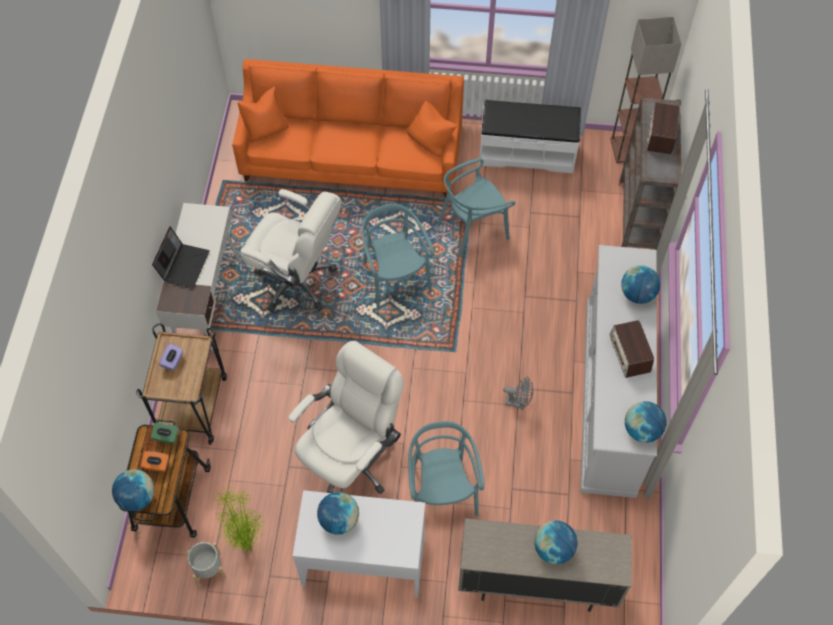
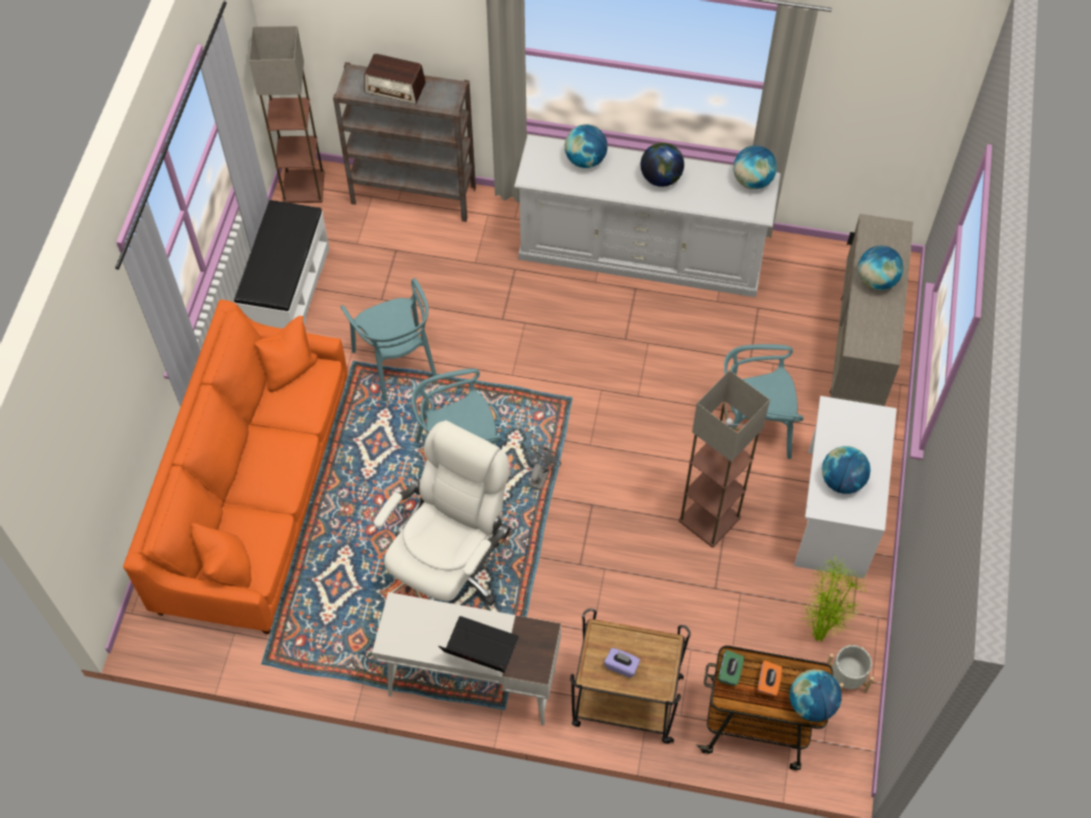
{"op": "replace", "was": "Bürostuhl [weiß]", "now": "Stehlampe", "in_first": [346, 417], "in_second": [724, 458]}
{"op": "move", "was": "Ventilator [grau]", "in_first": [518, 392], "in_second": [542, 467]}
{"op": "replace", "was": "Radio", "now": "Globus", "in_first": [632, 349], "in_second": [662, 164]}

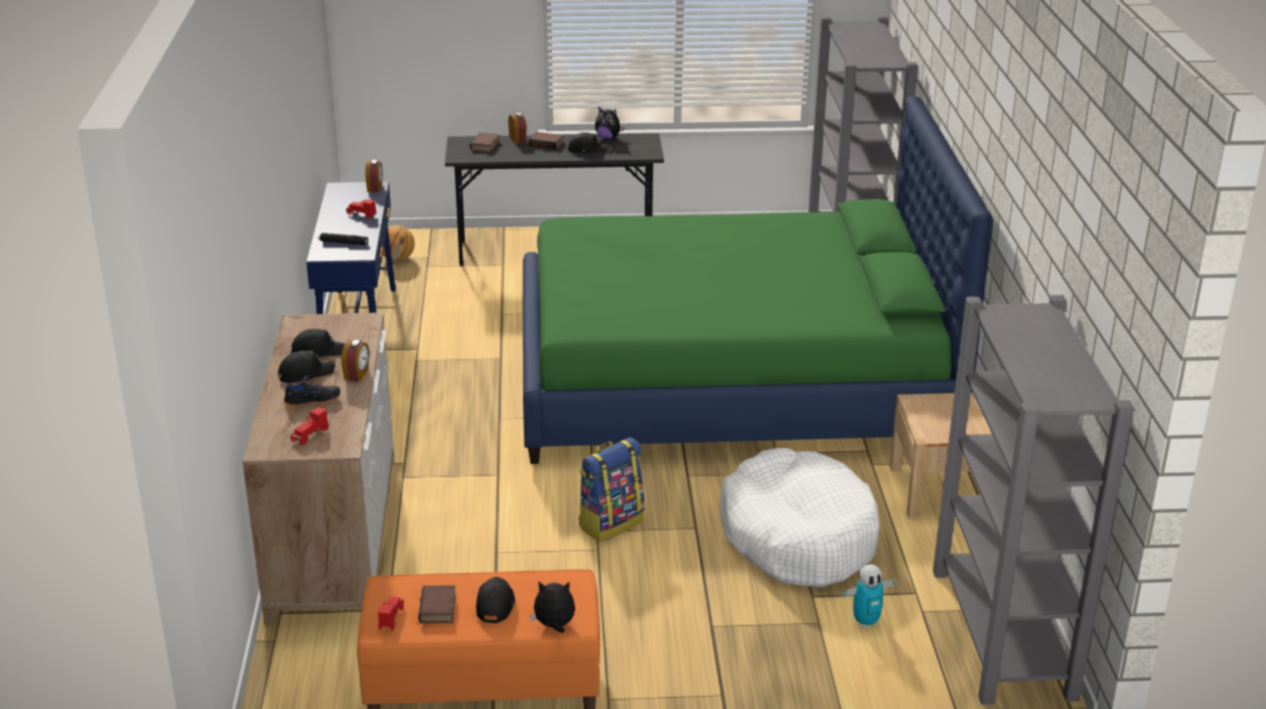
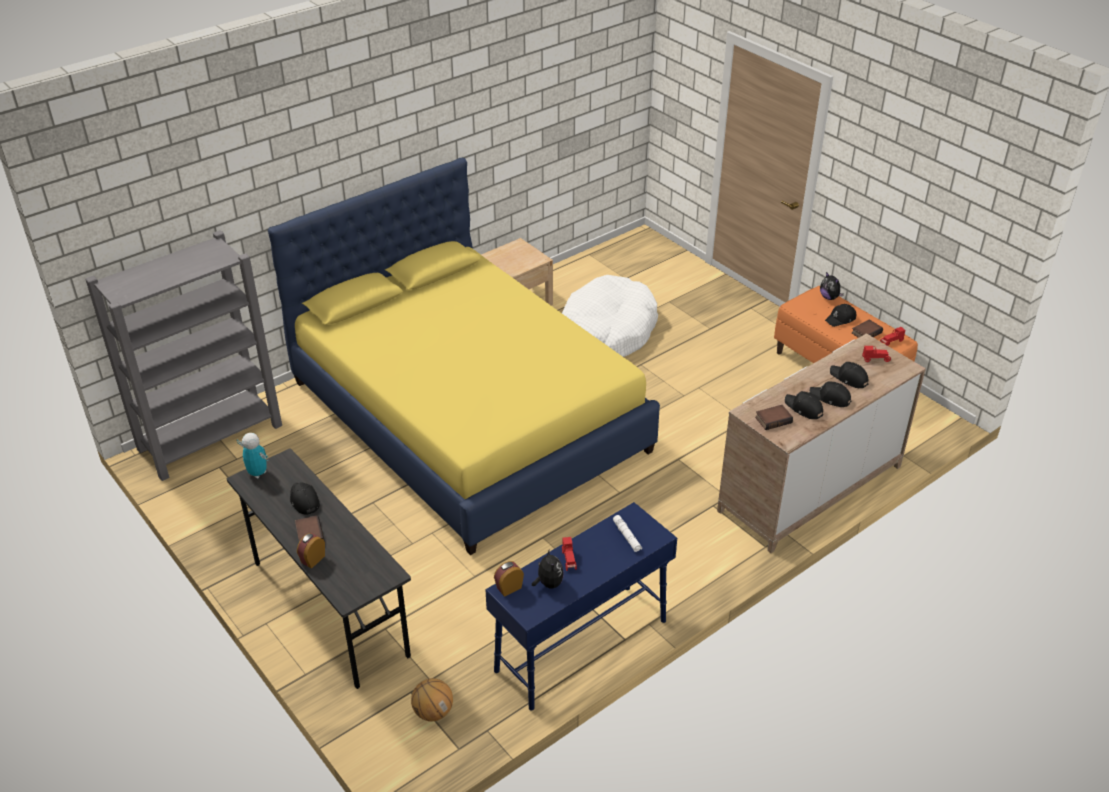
{"op": "replace", "was": "Schuh [schwarz]", "now": "Kappe [schwarz]", "in_first": [311, 394], "in_second": [849, 375]}
{"op": "recolor", "was": "Taschenlampe [schwarz]", "now": "Taschenlampe [weiß]", "in_first": [343, 239], "in_second": [627, 533]}
{"op": "delete", "was": "Wecker", "in_first": [355, 360]}
{"op": "move", "was": "Buch", "in_first": [485, 142], "in_second": [774, 417]}
{"op": "recolor", "was": "Bett [grün]", "now": "Bett [gelb]", "in_first": [758, 280], "in_second": [464, 356]}
{"op": "delete", "was": "Rucksack", "in_first": [611, 489]}
{"op": "move", "was": "Plüschtier", "in_first": [610, 123], "in_second": [548, 568]}
{"op": "move", "was": "Spielzeugroboter", "in_first": [869, 596], "in_second": [252, 455]}
{"op": "delete", "was": "Bücherregal [grau]", "in_first": [1033, 500]}

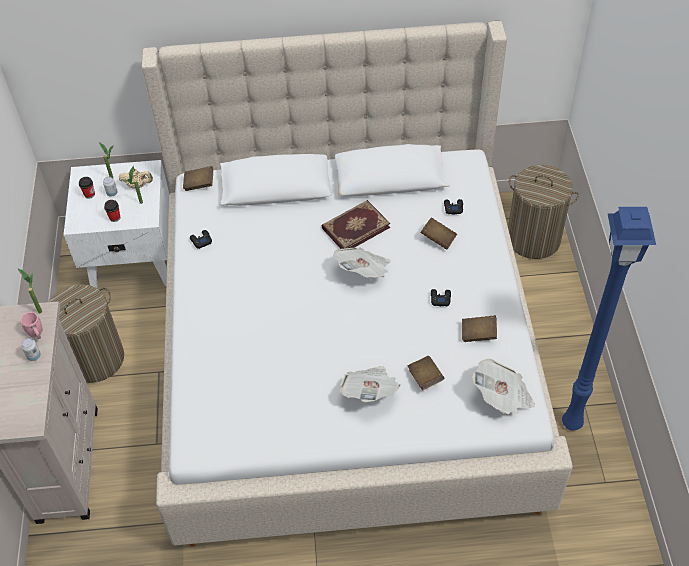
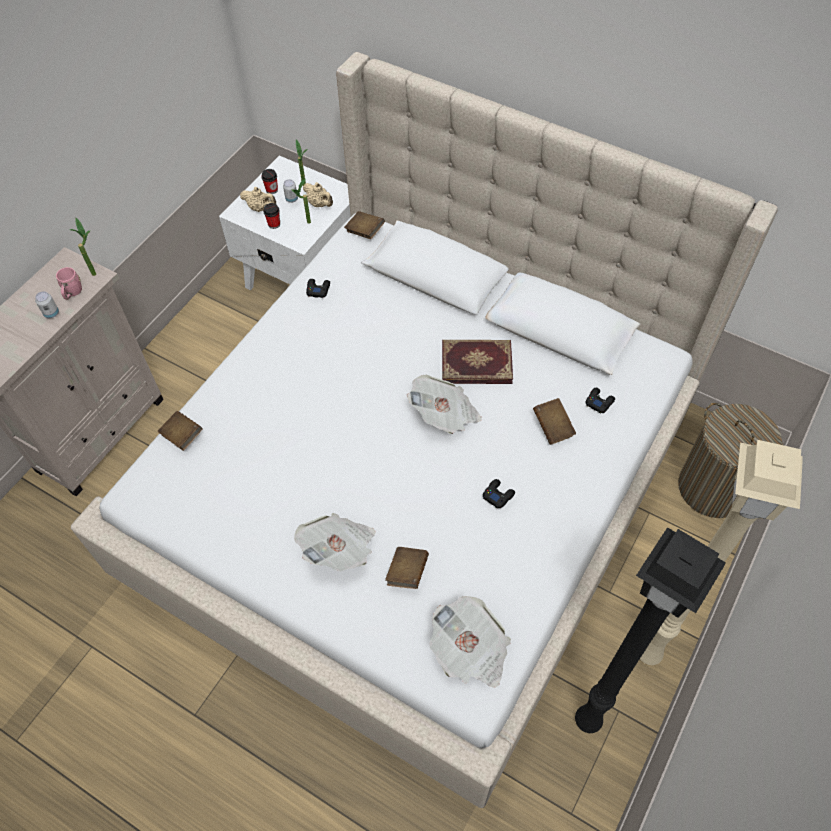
{"op": "delete", "was": "Wäschekorb", "in_first": [86, 333]}
{"op": "move", "was": "Buch [braun]", "in_first": [479, 328], "in_second": [180, 431]}
{"op": "recolor", "was": "Stehlampe [blau]", "now": "Stehlampe [schwarz]", "in_first": [609, 319], "in_second": [650, 630]}
{"op": "insert", "now": "Teekanne [beige]", "in_second": [258, 199]}
{"op": "insert", "now": "Stehlampe [beige]", "in_second": [721, 552]}

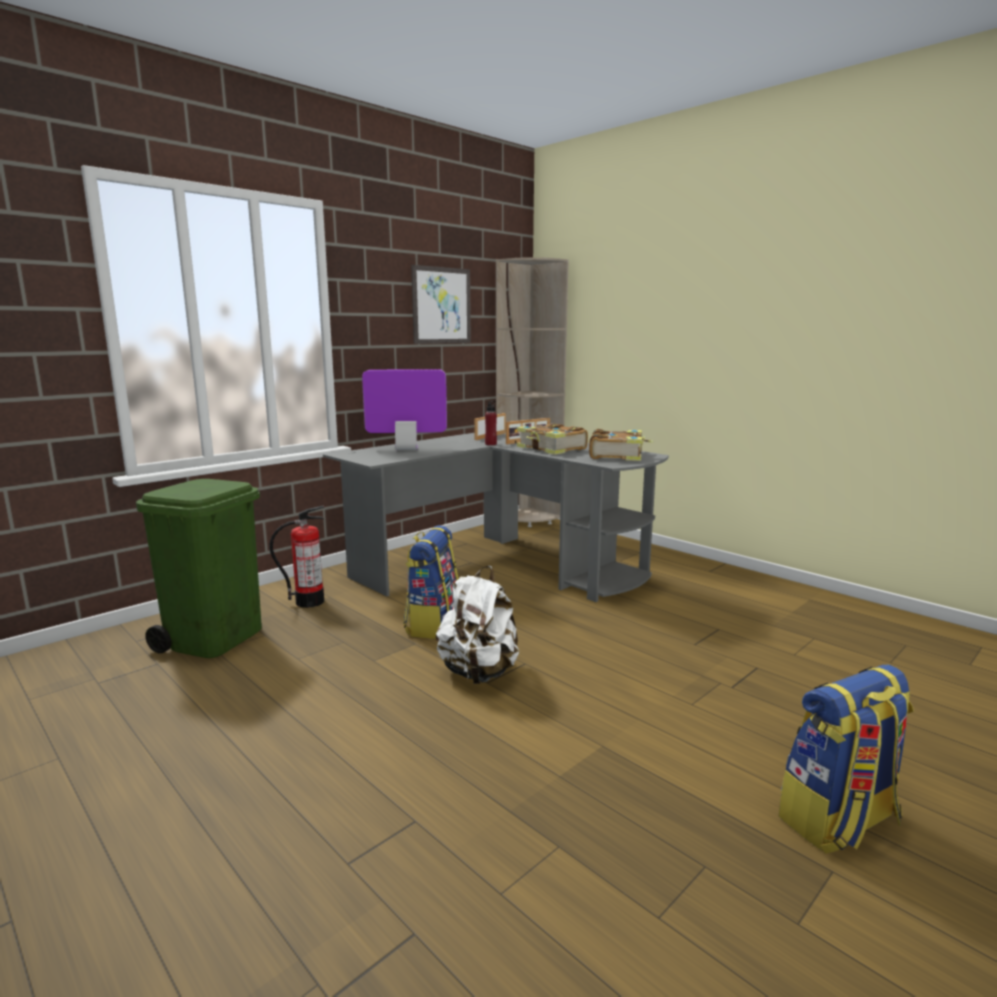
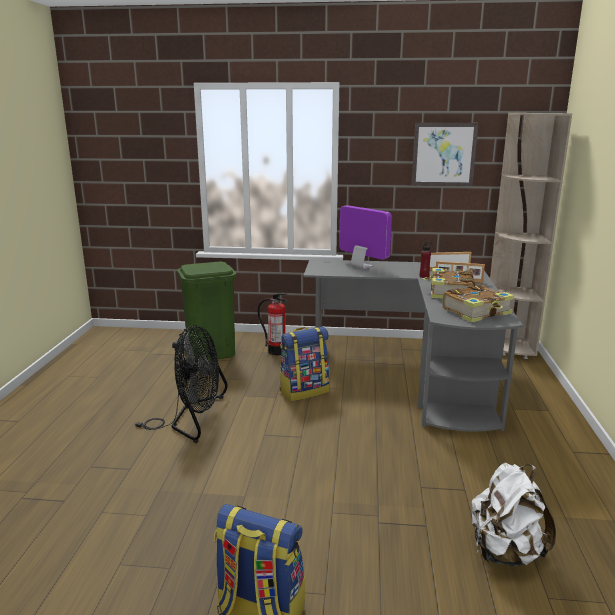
{"op": "move", "was": "Rucksack [weiß]", "in_first": [477, 625], "in_second": [514, 514]}
{"op": "insert", "now": "Ventilator [schwarz]", "in_second": [181, 384]}

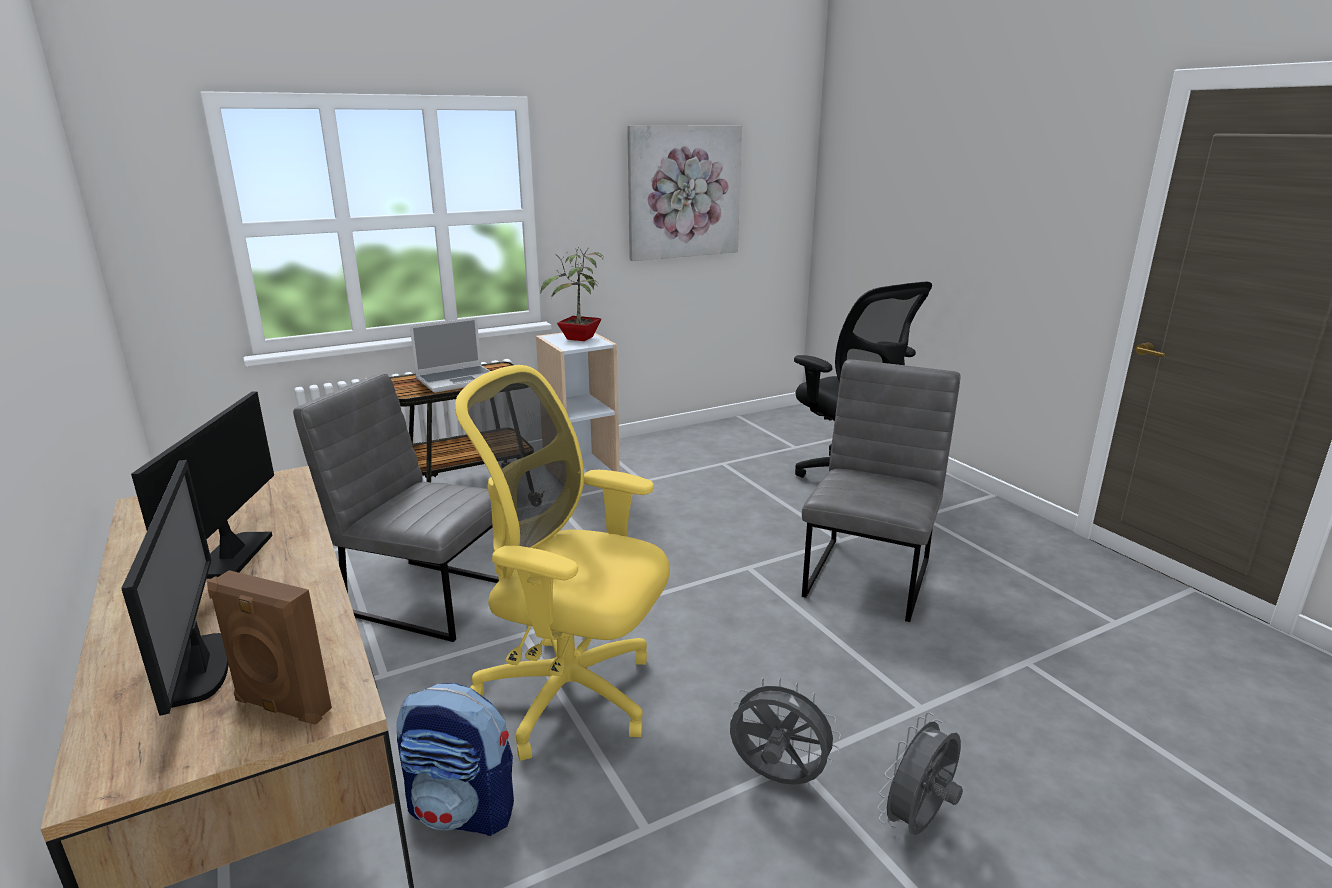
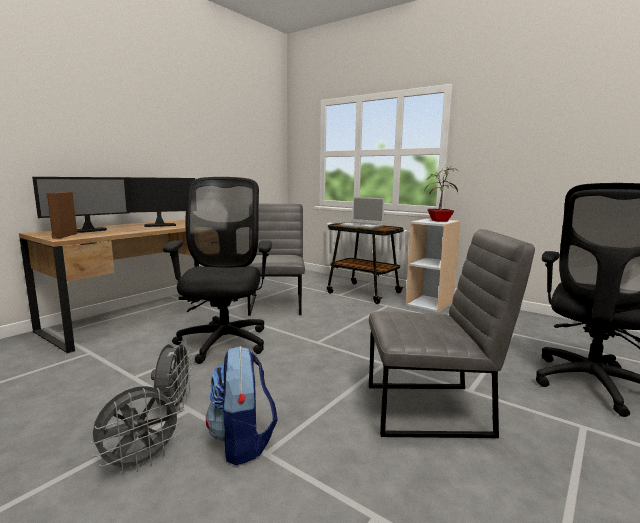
{"op": "move", "was": "Rucksack", "in_first": [455, 759], "in_second": [242, 405]}
{"op": "recolor", "was": "Bürostuhl [gelb]", "now": "Bürostuhl [schwarz]", "in_first": [562, 563], "in_second": [217, 270]}
{"op": "delete", "was": "Bild", "in_first": [684, 193]}
{"op": "rotate", "was": "Ventilator [grau]", "in_first": [920, 773], "in_second": [136, 430], "clockwise": 120}

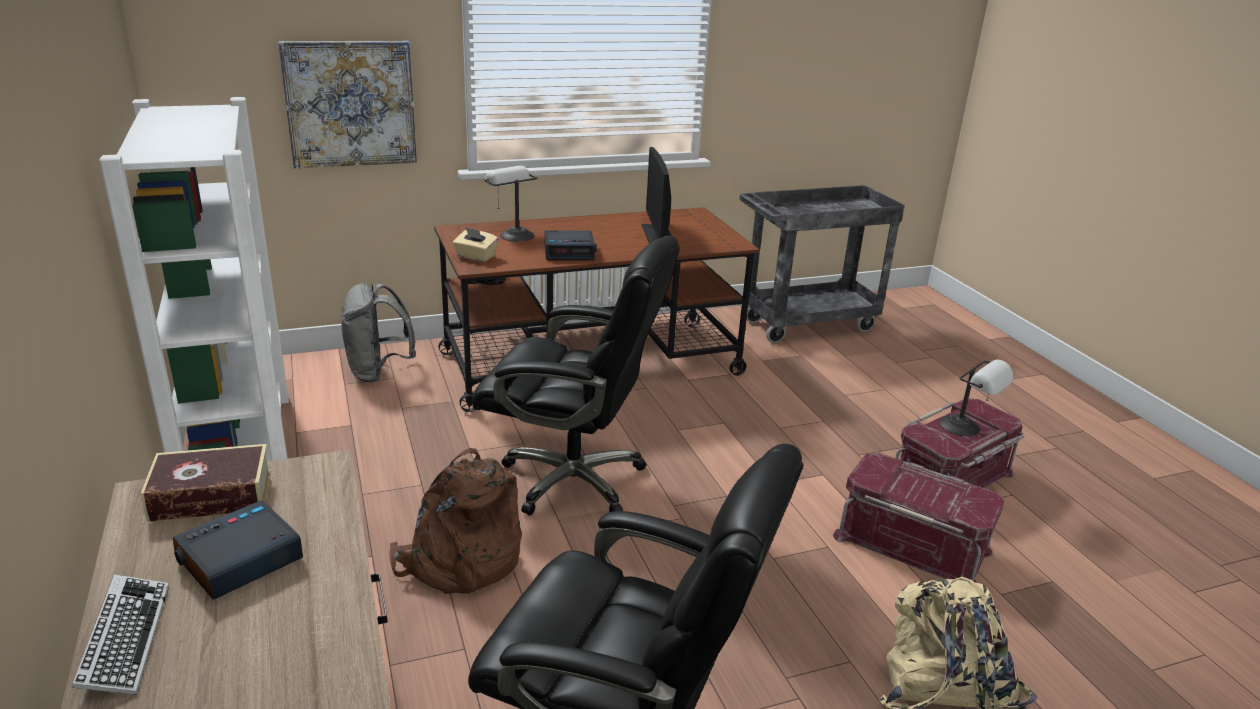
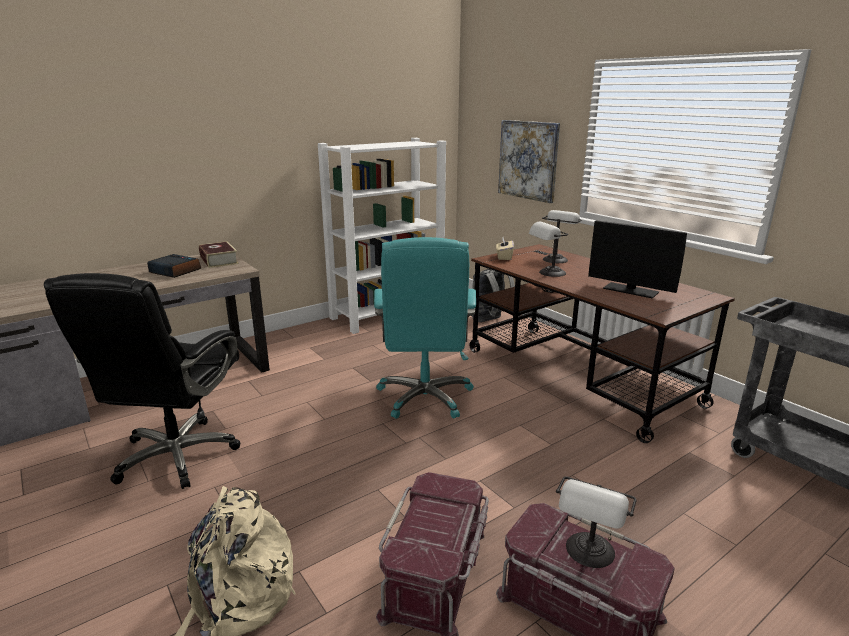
{"op": "delete", "was": "Tastatur", "in_first": [120, 634]}
{"op": "delete", "was": "Rucksack [braun]", "in_first": [456, 521]}
{"op": "recolor", "was": "Bürostuhl [schwarz]", "now": "Bürostuhl [türkis]", "in_first": [576, 376], "in_second": [425, 328]}
{"op": "replace", "was": "Wecker", "now": "Tischlampe", "in_first": [570, 245], "in_second": [548, 249]}
{"op": "rotate", "was": "Monitor", "in_first": [657, 195], "in_second": [637, 259], "clockwise": -120}

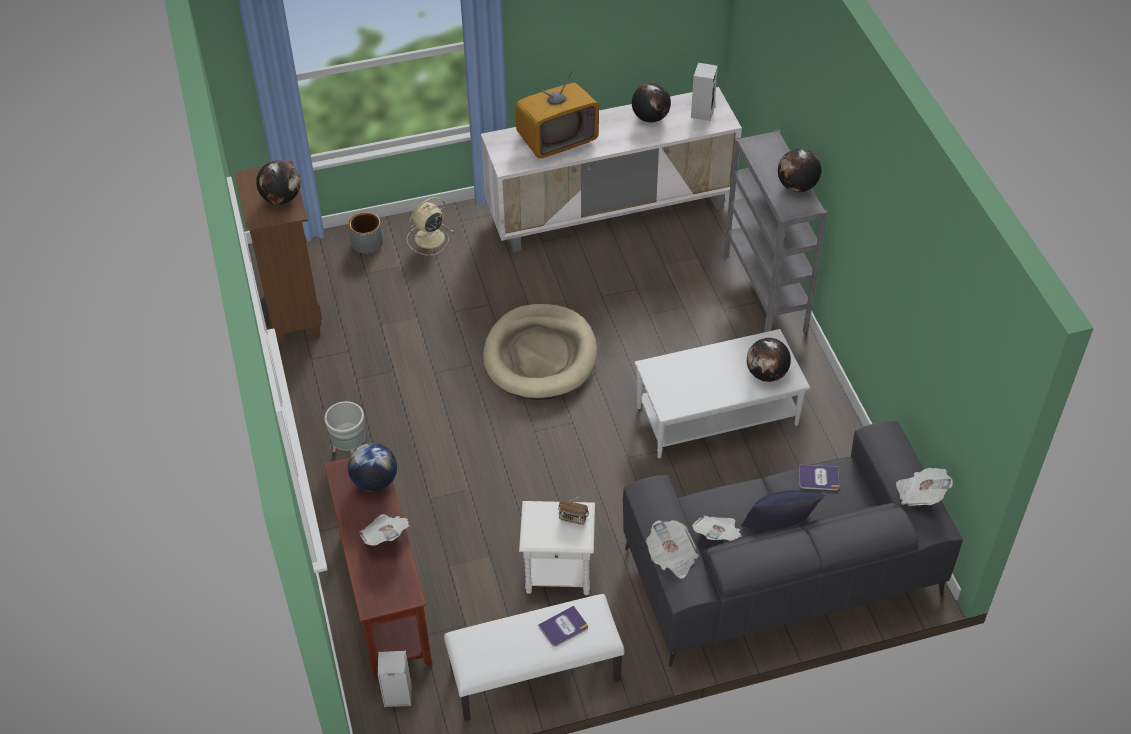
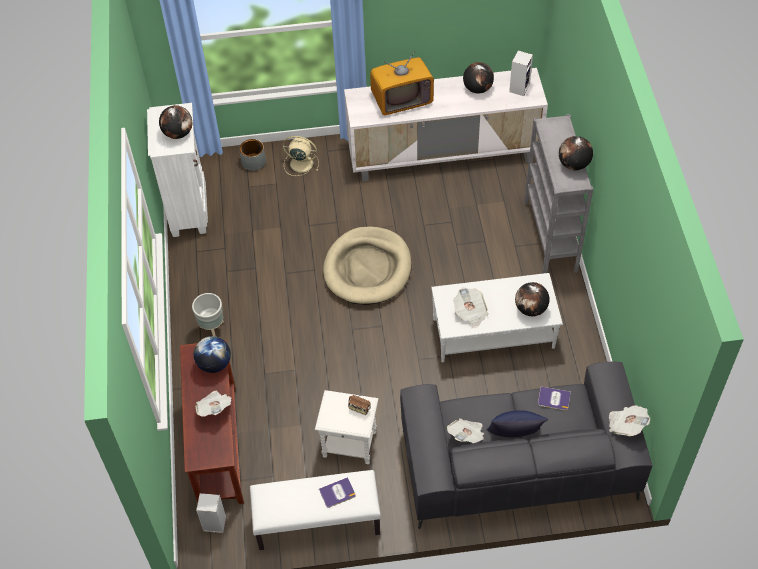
{"op": "recolor", "was": "Schrank [braun]", "now": "Schrank [weiß]", "in_first": [278, 252], "in_second": [177, 170]}
{"op": "rotate", "was": "Ventilator [beige]", "in_first": [430, 226], "in_second": [301, 156], "clockwise": 45}
{"op": "move", "was": "Zeitung", "in_first": [672, 549], "in_second": [471, 307]}

